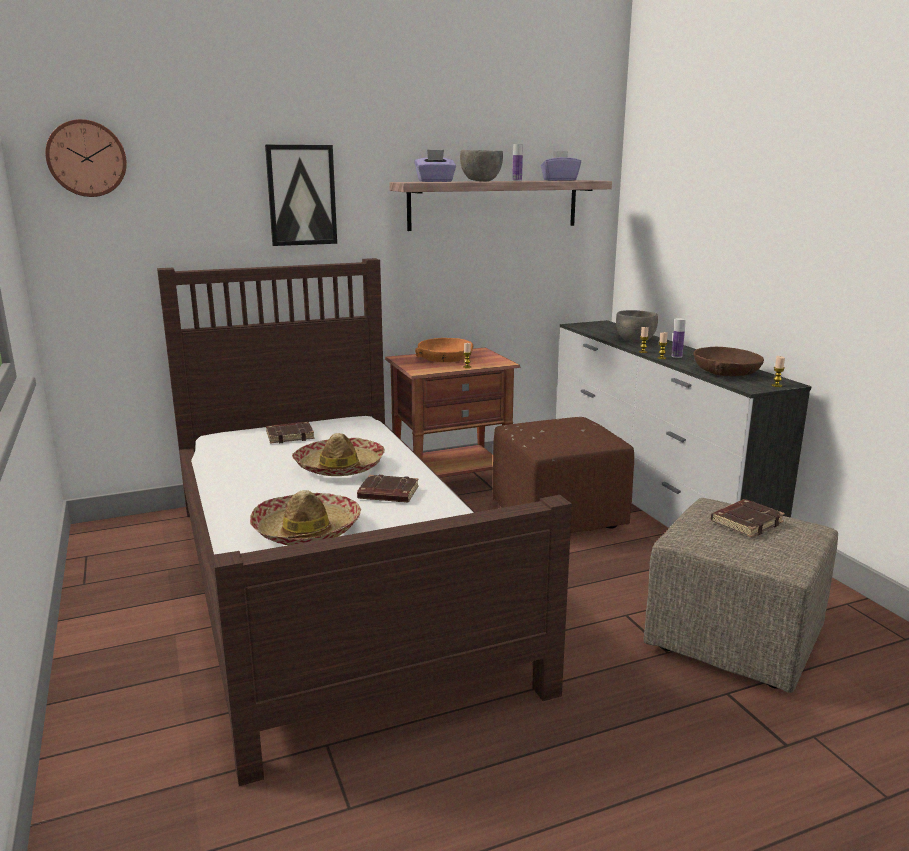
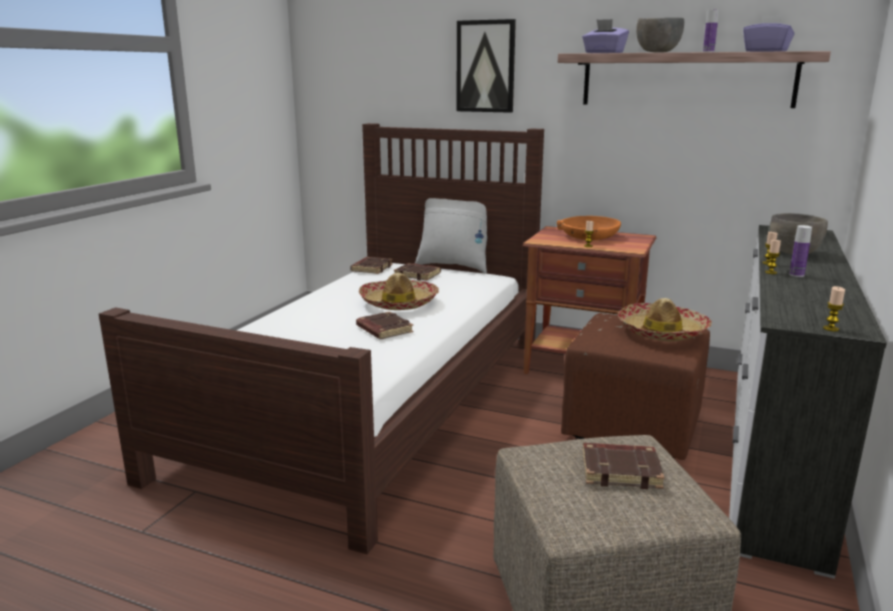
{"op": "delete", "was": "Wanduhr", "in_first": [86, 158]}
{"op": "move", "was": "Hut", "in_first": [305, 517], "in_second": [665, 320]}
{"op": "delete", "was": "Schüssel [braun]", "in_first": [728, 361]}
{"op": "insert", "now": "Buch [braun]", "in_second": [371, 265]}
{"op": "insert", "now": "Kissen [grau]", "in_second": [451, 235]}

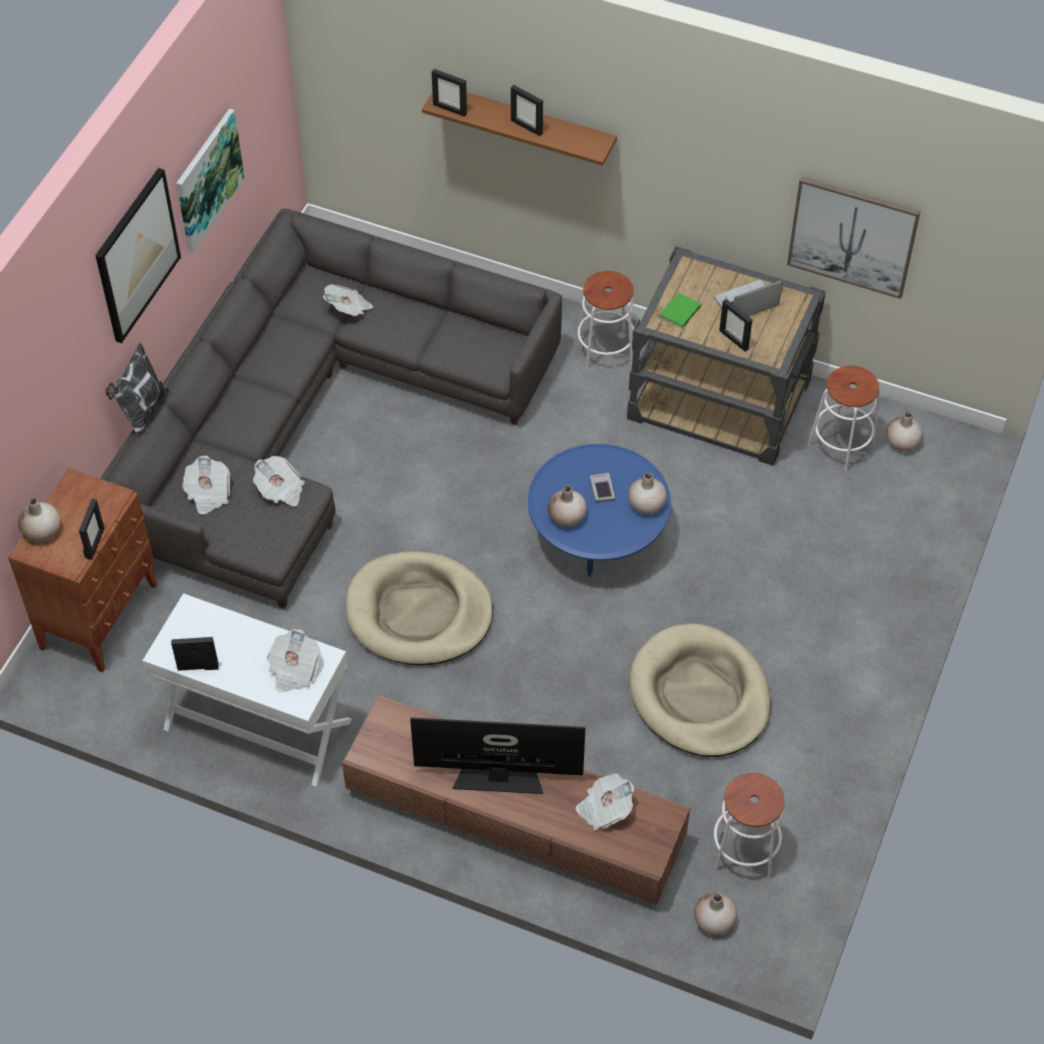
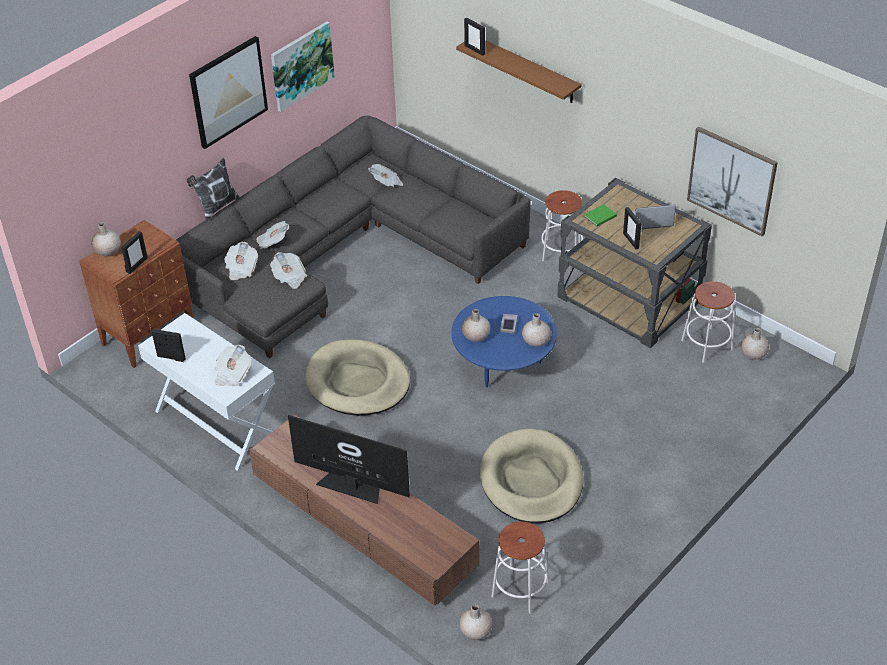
{"op": "delete", "was": "Bilderrahmen", "in_first": [527, 110]}
{"op": "move", "was": "Zeitung", "in_first": [605, 802], "in_second": [272, 235]}

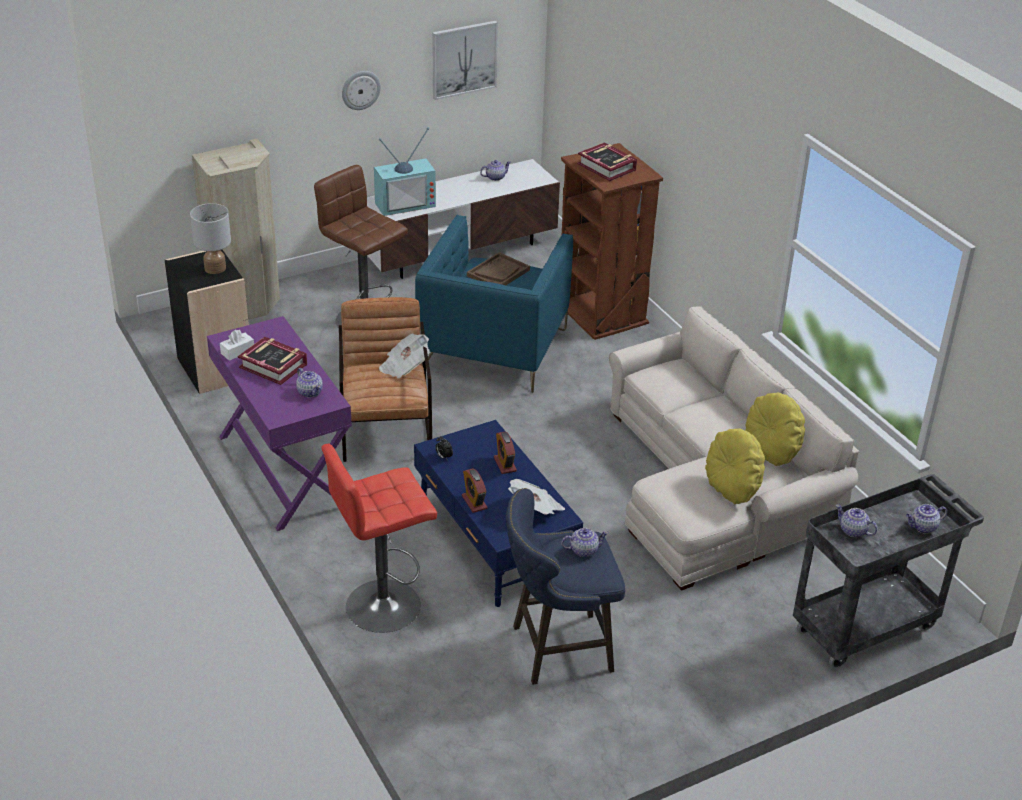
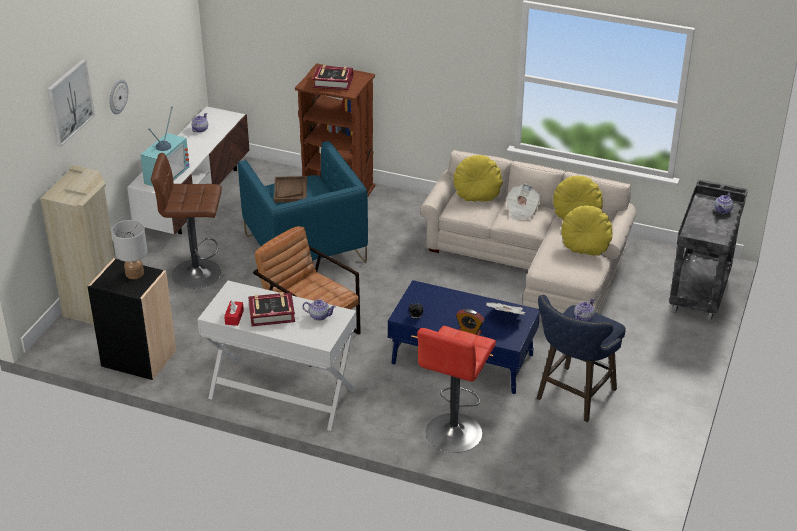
{"op": "recolor", "was": "Konsolentisch [lila]", "now": "Konsolentisch [weiß]", "in_first": [279, 423], "in_second": [277, 356]}
{"op": "recolor", "was": "Taschentuchbox [weiß]", "now": "Taschentuchbox [rot]", "in_first": [237, 345], "in_second": [234, 313]}
{"op": "move", "was": "Zeitung", "in_first": [404, 356], "in_second": [523, 202]}
{"op": "move", "was": "Bild", "in_first": [465, 60], "in_second": [71, 102]}
{"op": "delete", "was": "Wecker", "in_first": [505, 452]}
{"op": "delete", "was": "Teekanne", "in_first": [856, 520]}
{"op": "insert", "now": "Kissen [gelb]", "in_second": [478, 178]}

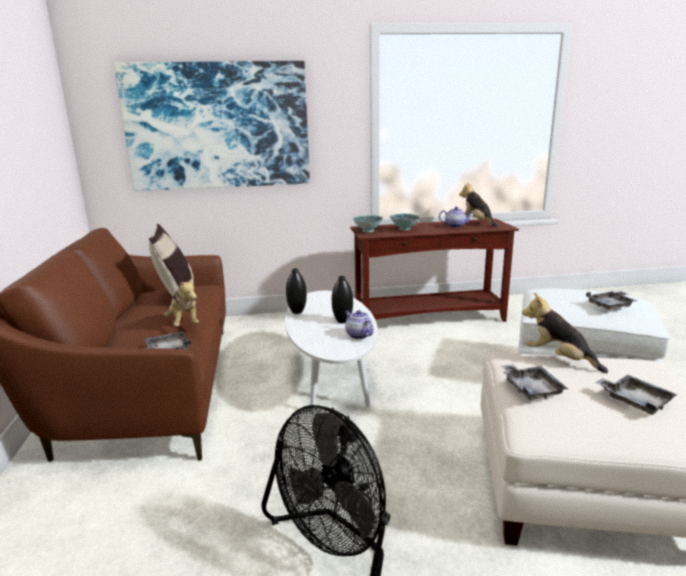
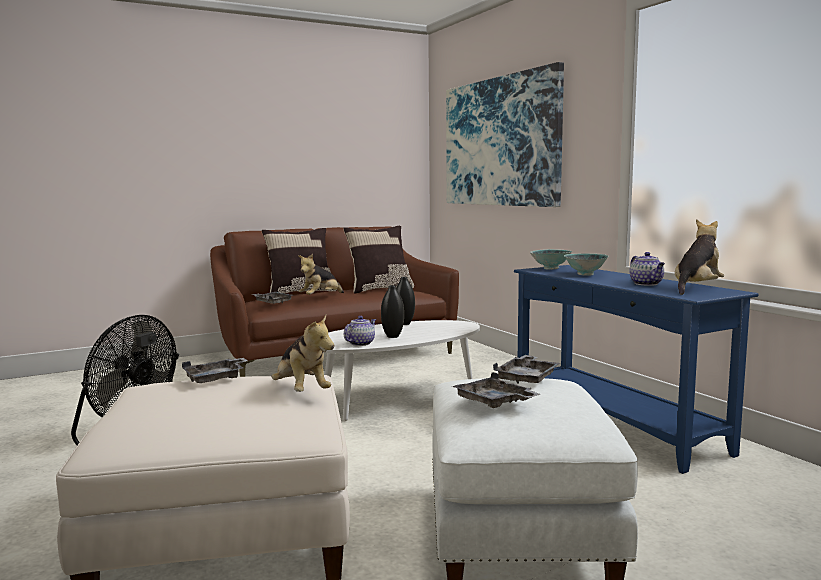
{"op": "recolor", "was": "Konsolentisch [braun]", "now": "Konsolentisch [blau]", "in_first": [434, 270], "in_second": [636, 369]}
{"op": "rotate", "was": "Plüschtier", "in_first": [565, 333], "in_second": [303, 353], "clockwise": 120}
{"op": "move", "was": "Tablett [grau]", "in_first": [636, 395], "in_second": [526, 369]}
{"op": "insert", "now": "Kissen", "in_second": [299, 260]}

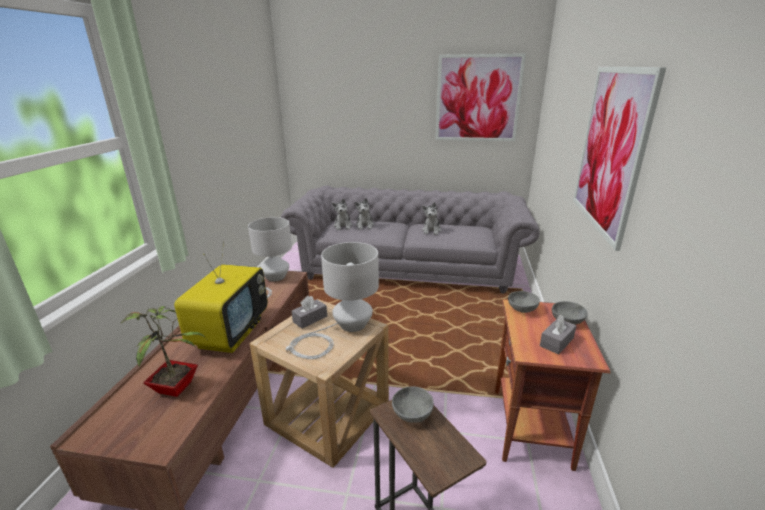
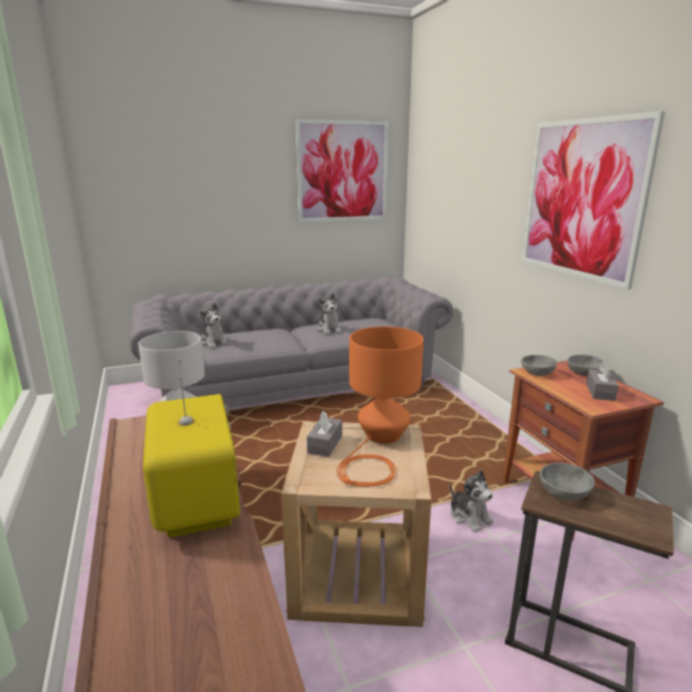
{"op": "delete", "was": "Topfpflanze", "in_first": [164, 351]}
{"op": "recolor", "was": "Tischlampe [grau]", "now": "Tischlampe [orange]", "in_first": [332, 300], "in_second": [380, 406]}
{"op": "move", "was": "Plüschtier", "in_first": [364, 213], "in_second": [471, 501]}

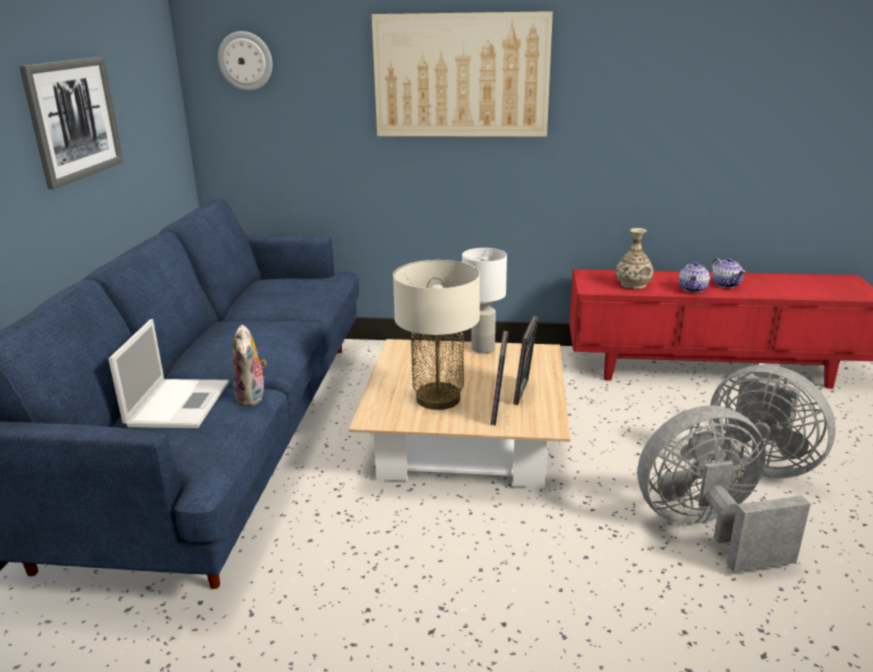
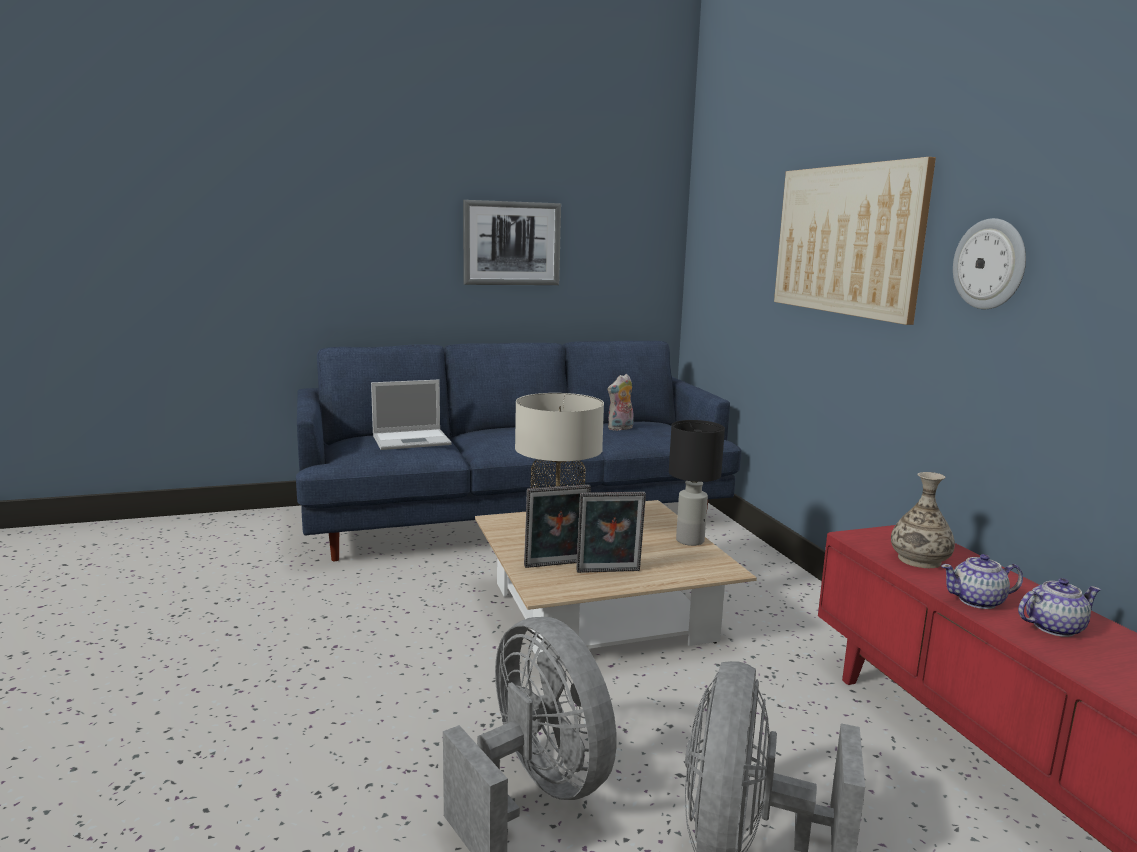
{"op": "move", "was": "Wanduhr", "in_first": [245, 61], "in_second": [989, 263]}
{"op": "move", "was": "Plüschtier", "in_first": [250, 365], "in_second": [621, 402]}
{"op": "recolor", "was": "Tischlampe [weiß]", "now": "Tischlampe [schwarz]", "in_first": [484, 300], "in_second": [697, 483]}
{"op": "rotate", "was": "Teekanne", "in_first": [729, 273], "in_second": [1059, 607], "clockwise": -150}

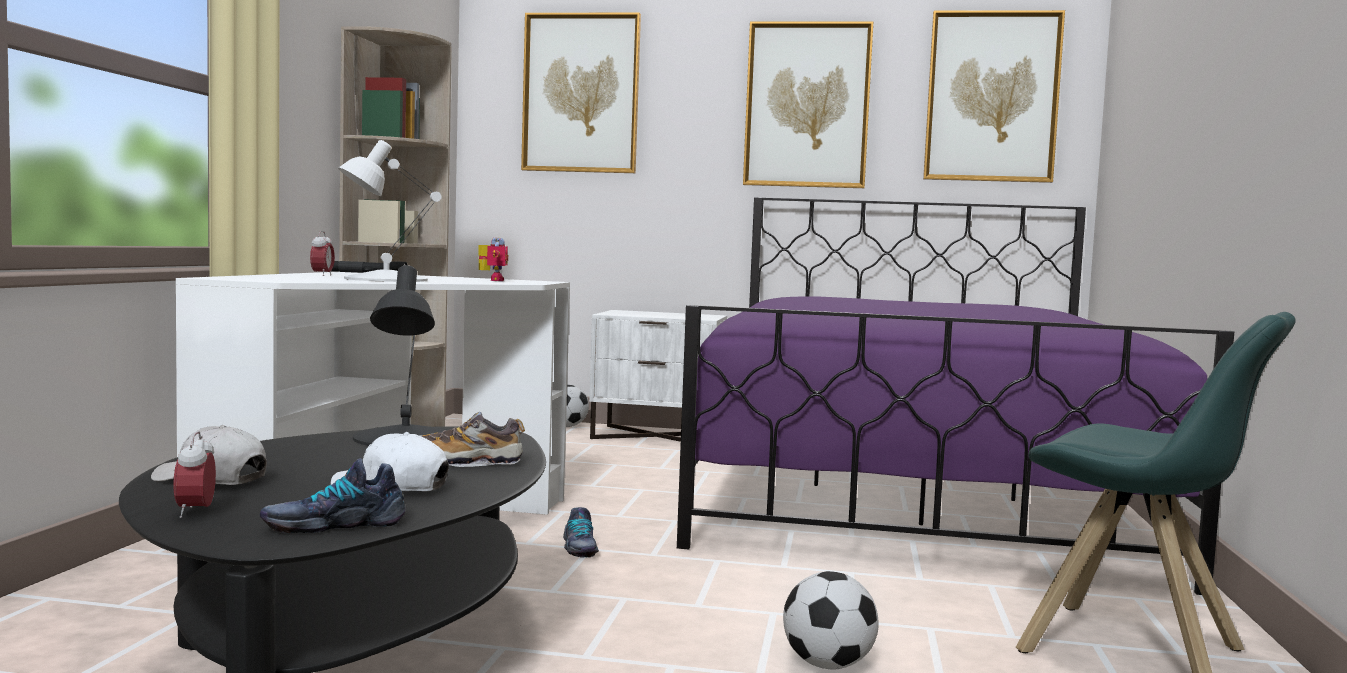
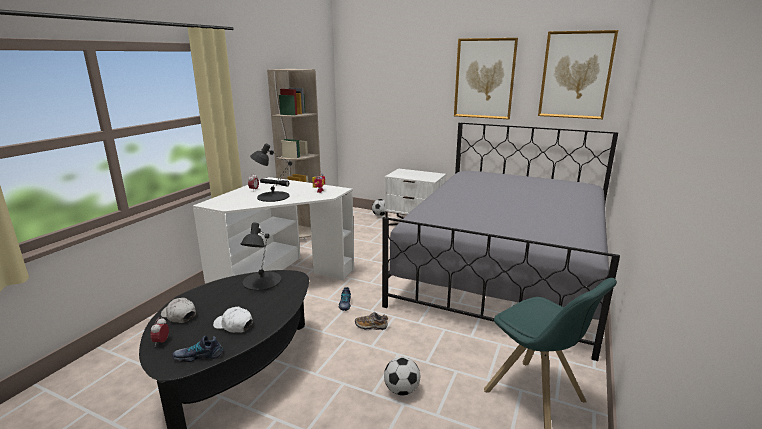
{"op": "recolor", "was": "Tischlampe [weiß]", "now": "Tischlampe [schwarz]", "in_first": [389, 211], "in_second": [271, 172]}
{"op": "move", "was": "Schuh", "in_first": [472, 439], "in_second": [371, 321]}
{"op": "delete", "was": "Bild", "in_first": [581, 93]}
{"op": "recolor", "was": "Bett [lila]", "now": "Bett [grau]", "in_first": [955, 396], "in_second": [501, 241]}

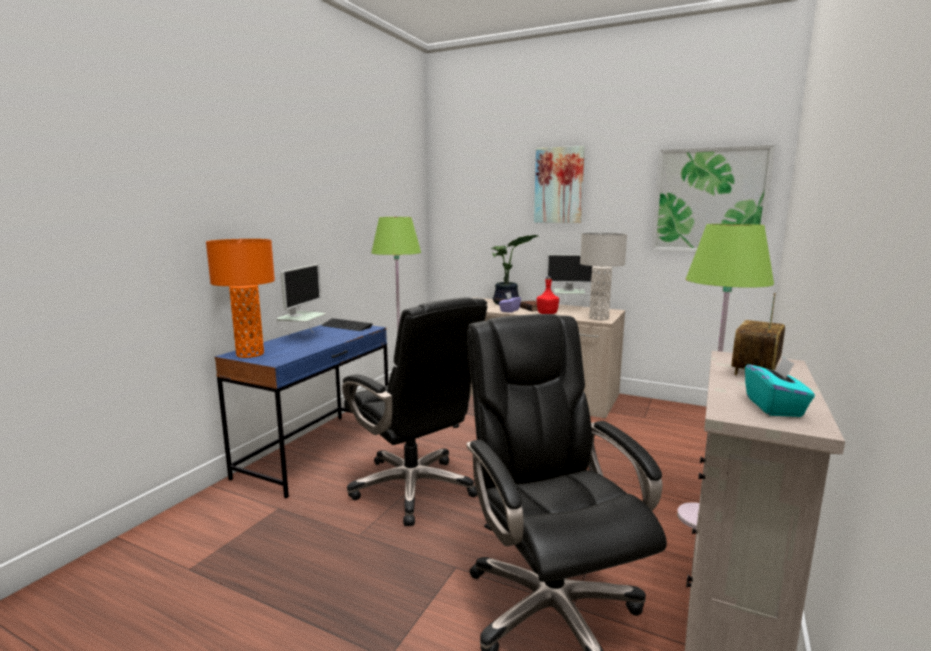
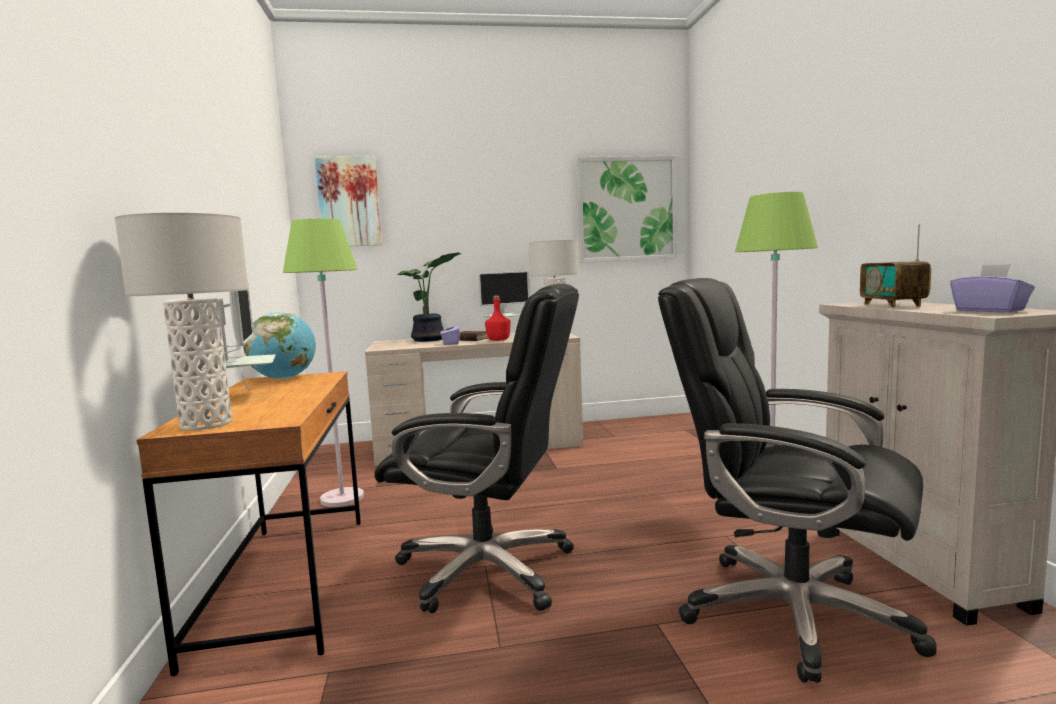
{"op": "recolor", "was": "Tischlampe [orange]", "now": "Tischlampe [weiß]", "in_first": [240, 298], "in_second": [182, 322]}
{"op": "recolor", "was": "Schreibtisch [blau]", "now": "Schreibtisch [braun]", "in_first": [301, 411], "in_second": [249, 523]}
{"op": "replace", "was": "Tastatur", "now": "Globus", "in_first": [346, 324], "in_second": [279, 345]}
{"op": "move", "was": "Bild", "in_first": [559, 184], "in_second": [348, 201]}
{"op": "recolor", "was": "Taschentuchbox [türkis]", "now": "Taschentuchbox [lila]", "in_first": [780, 386], "in_second": [992, 288]}

